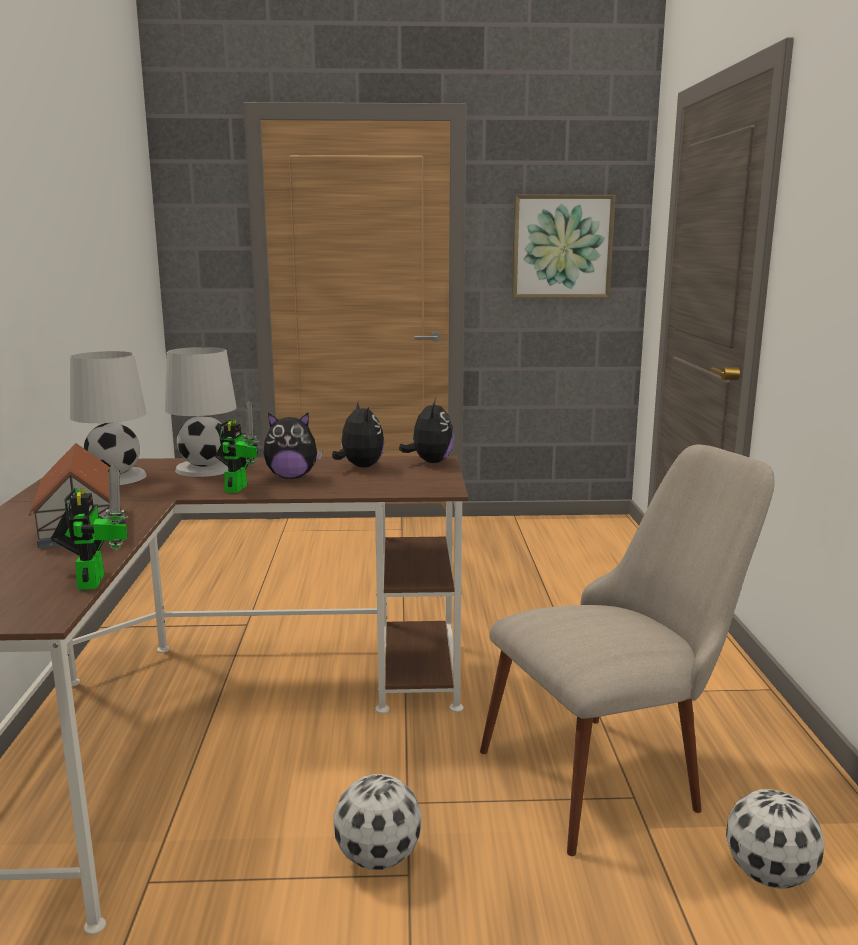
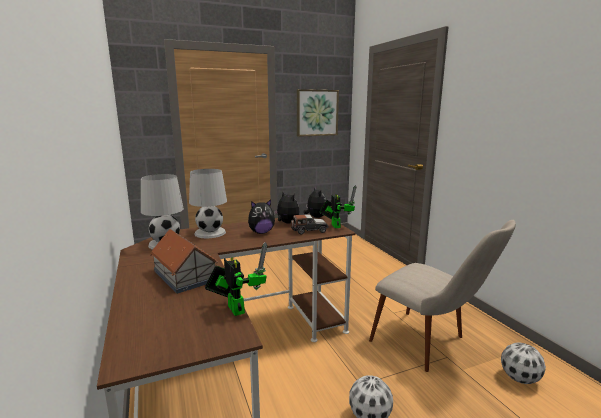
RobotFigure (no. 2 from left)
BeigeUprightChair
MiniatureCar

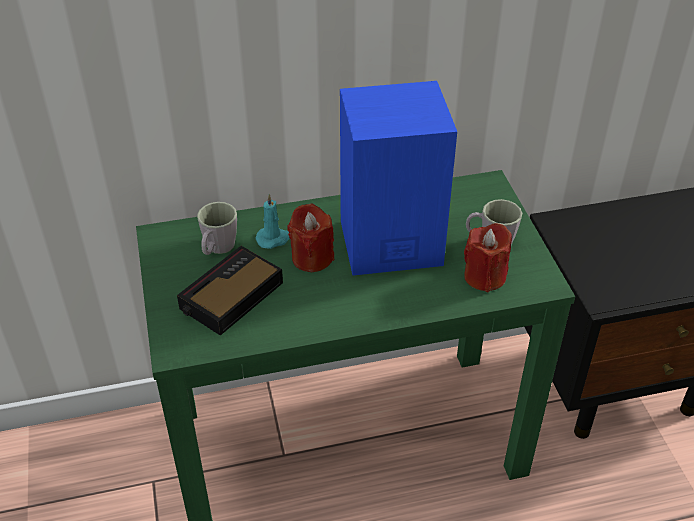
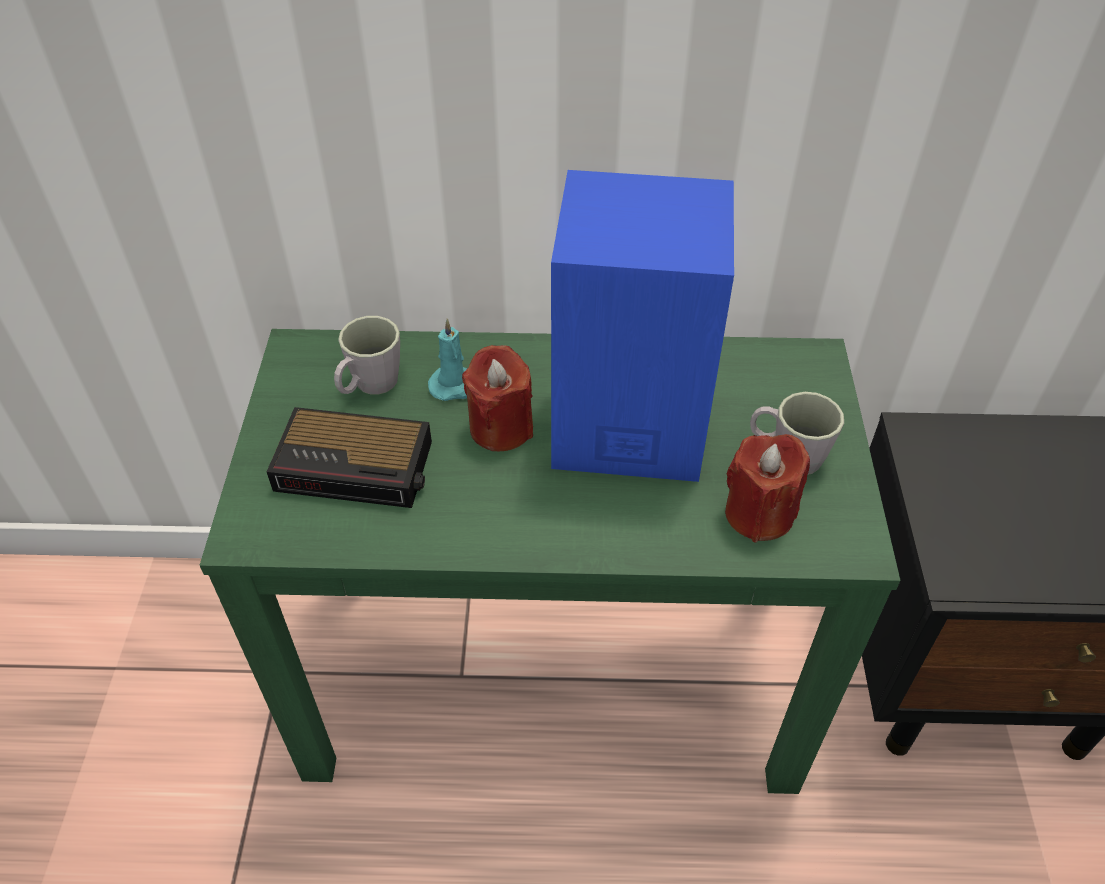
TableClock

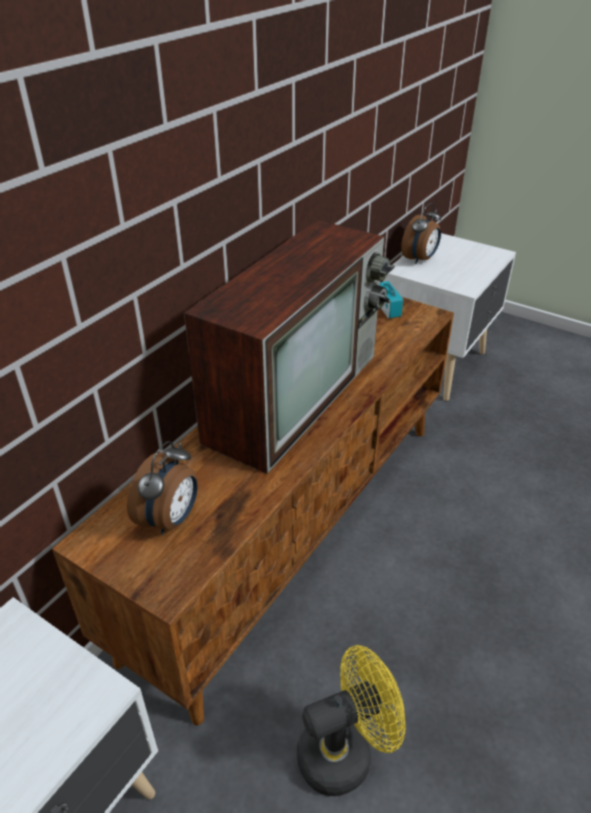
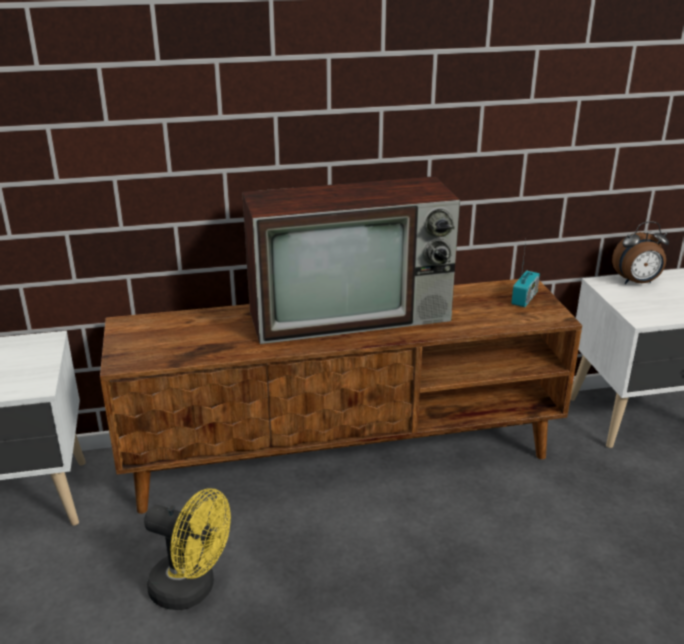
TableClock (no. 1 from left in the first image)

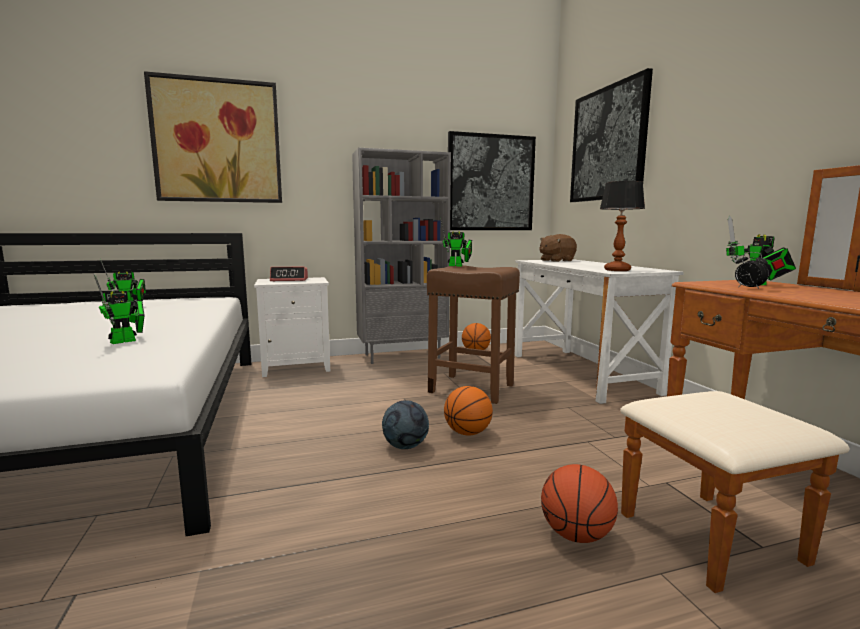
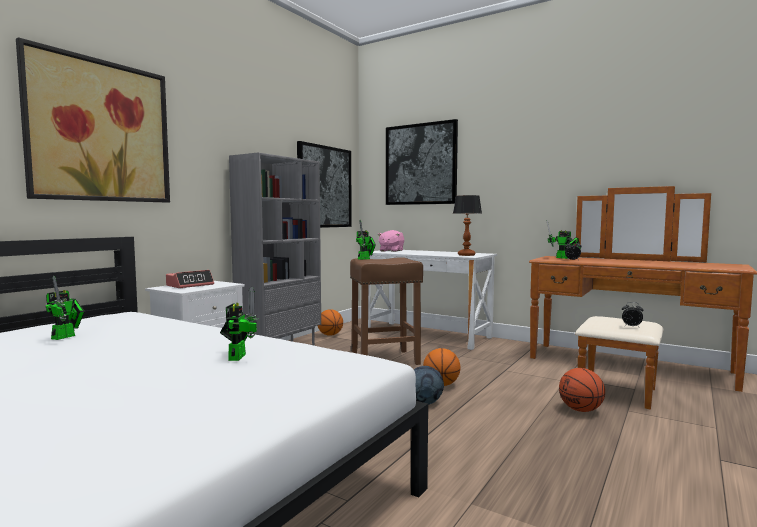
PinkSoftToy
TableClock (no. 3 from left)

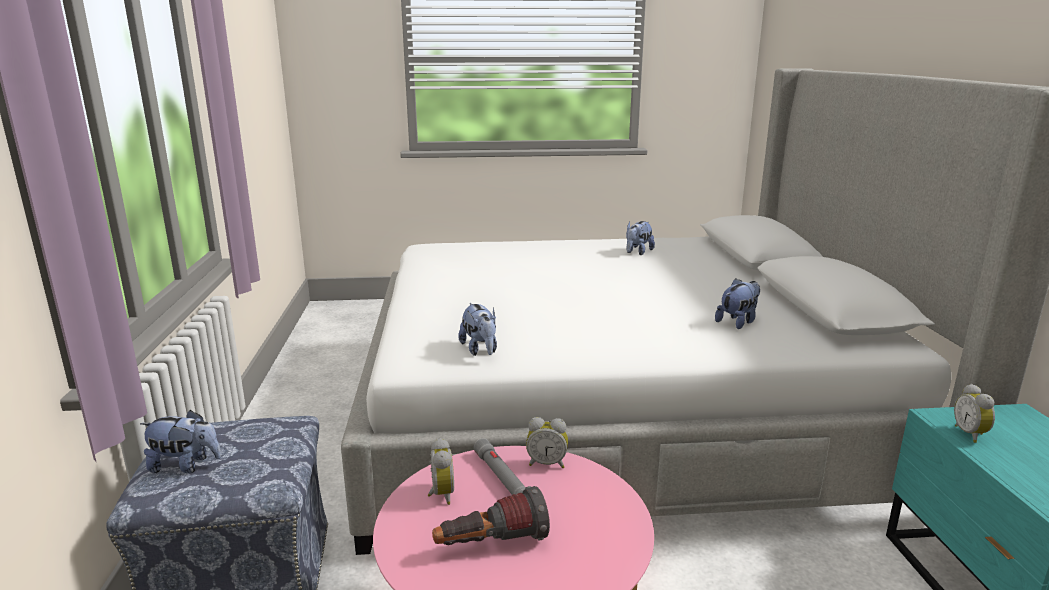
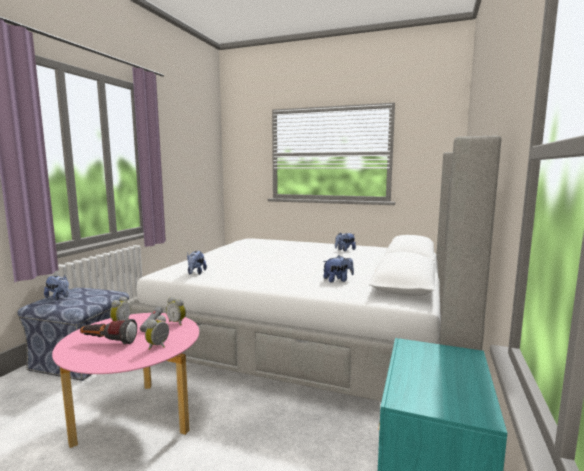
TableClock (no. 2 from left)

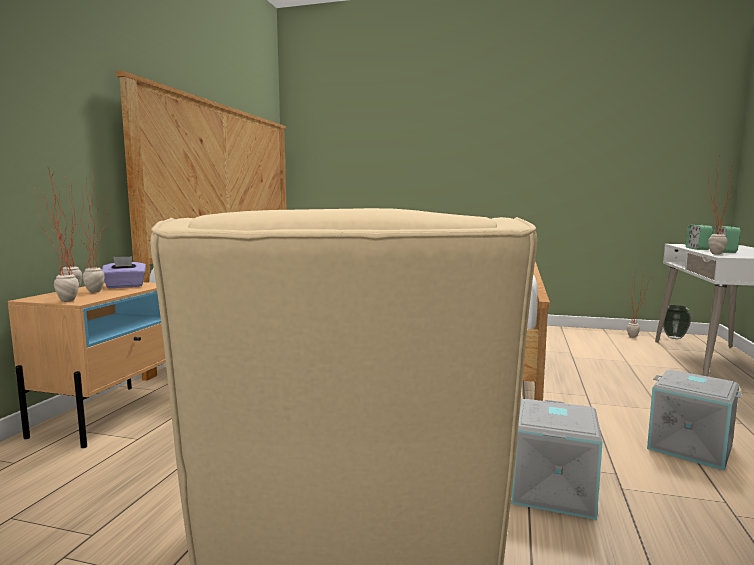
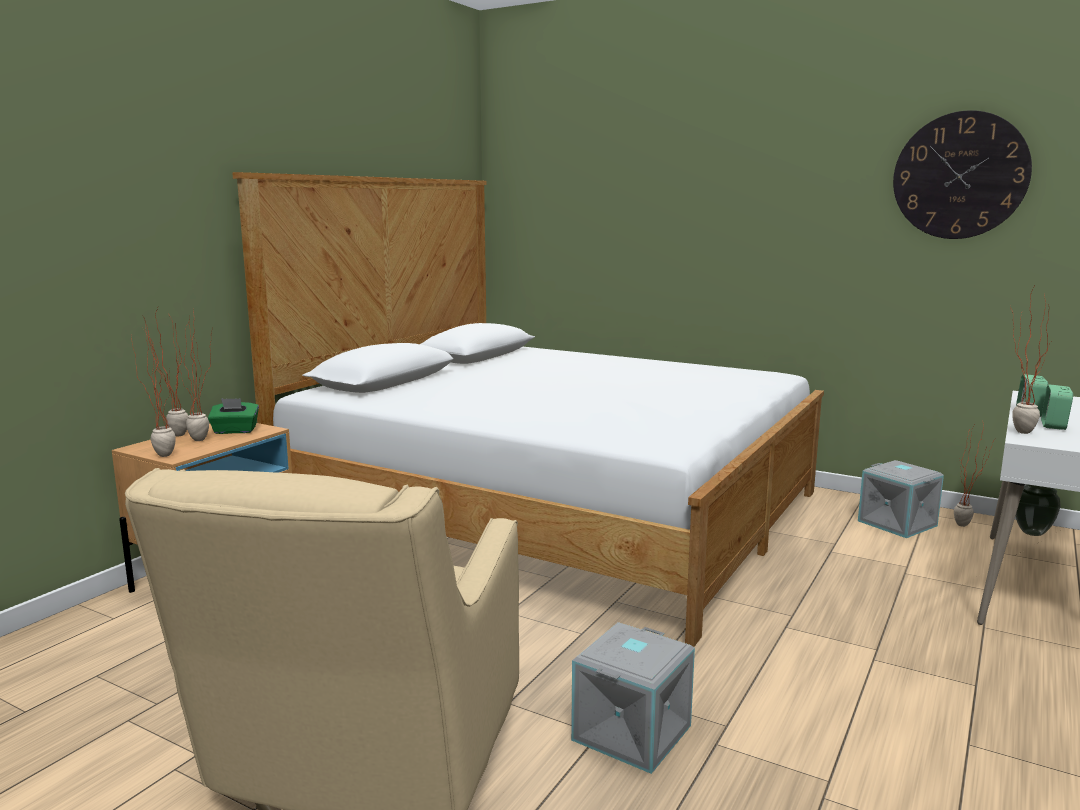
GreenishTissueBox
GrayStorageBin (no. 2 from left)
WallClock

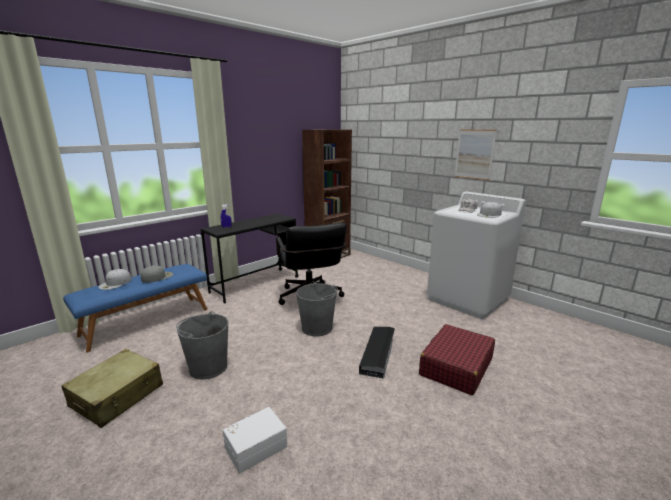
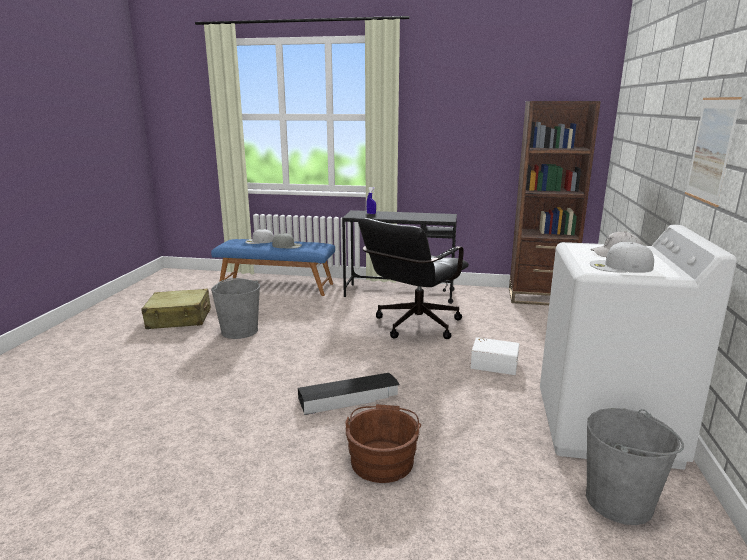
WhitishStorageBin
GrayWaterBucket (no. 2 from left)
BrownColouredWaterBucket

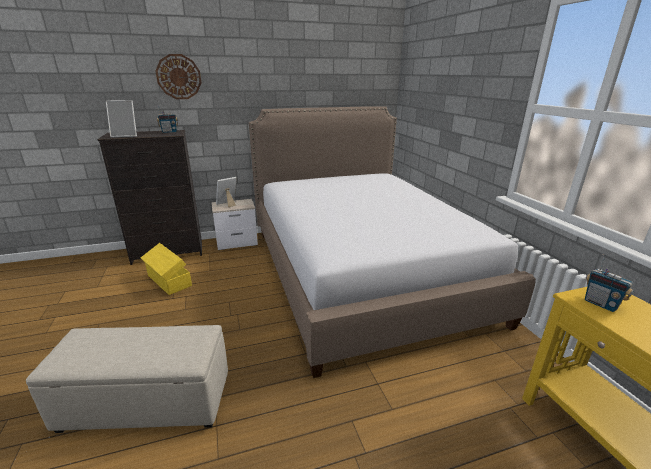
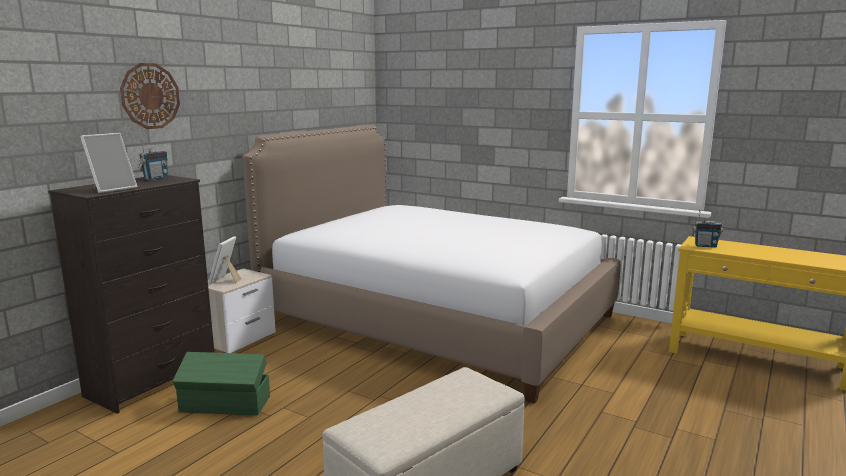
GreenishStorageBin

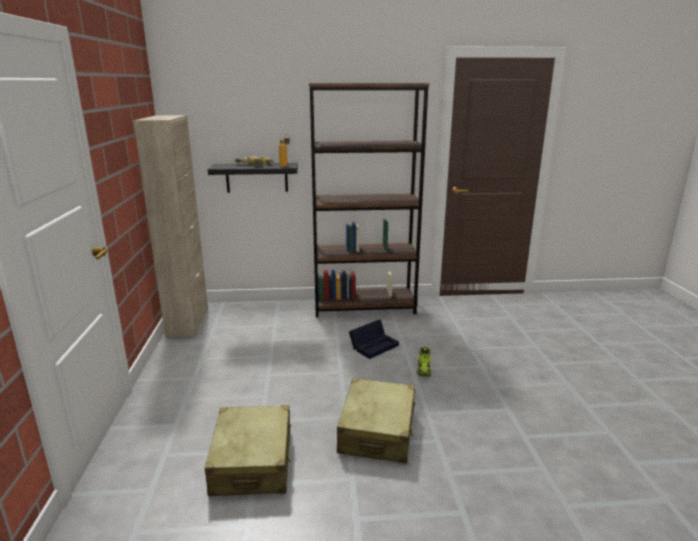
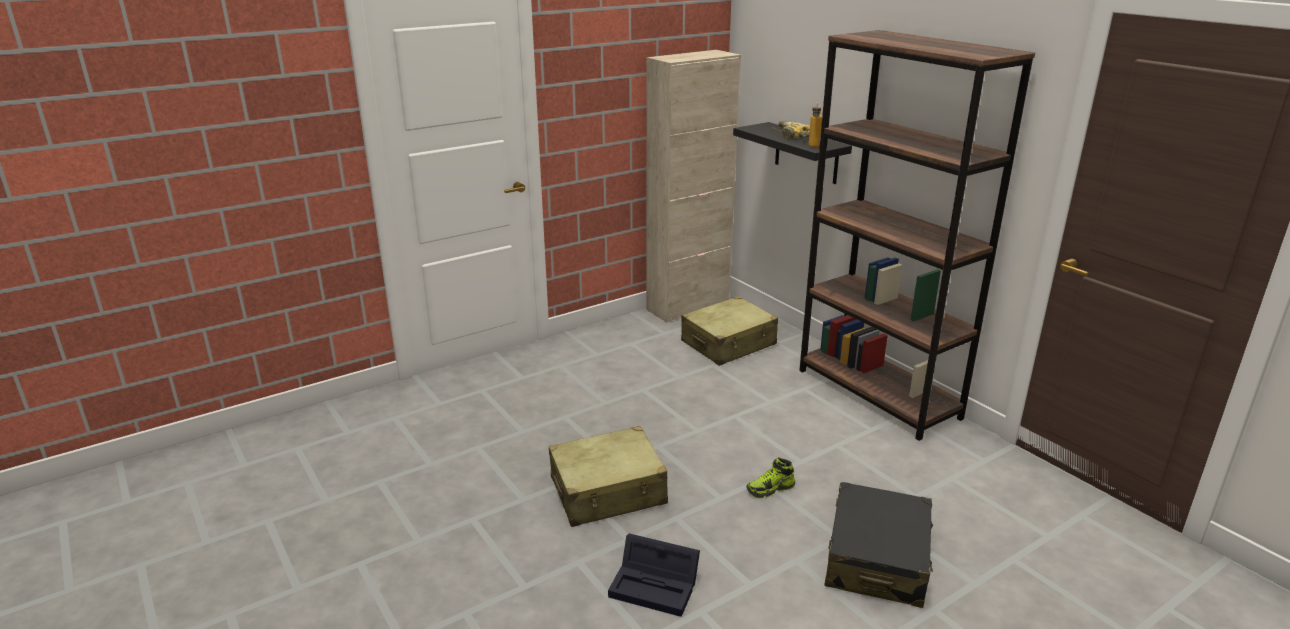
BeigeSuitcase (no. 2 from left)
BlackishStorageBin
BlackishSuitcase

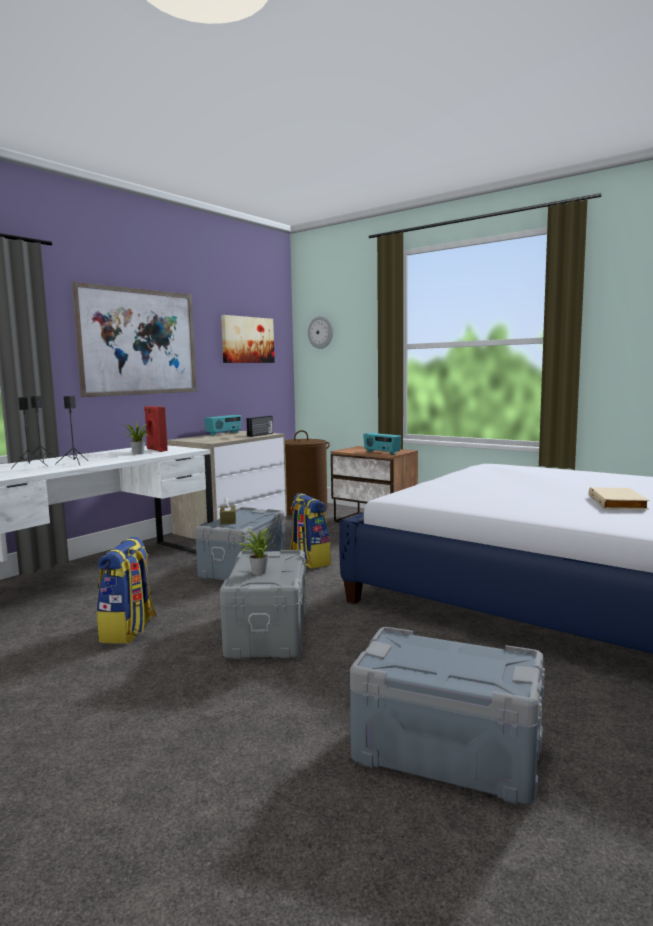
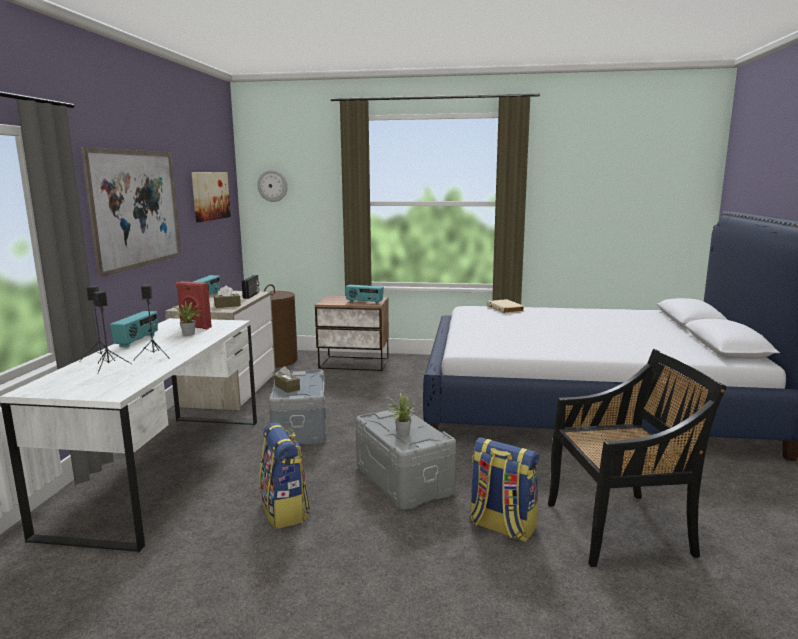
Rucksack (no. 2 from left)
BlackishUprightChair
BeigeBook
Radio (no. 1 from left)
BrownColouredTissueBox (no. 1 from left)

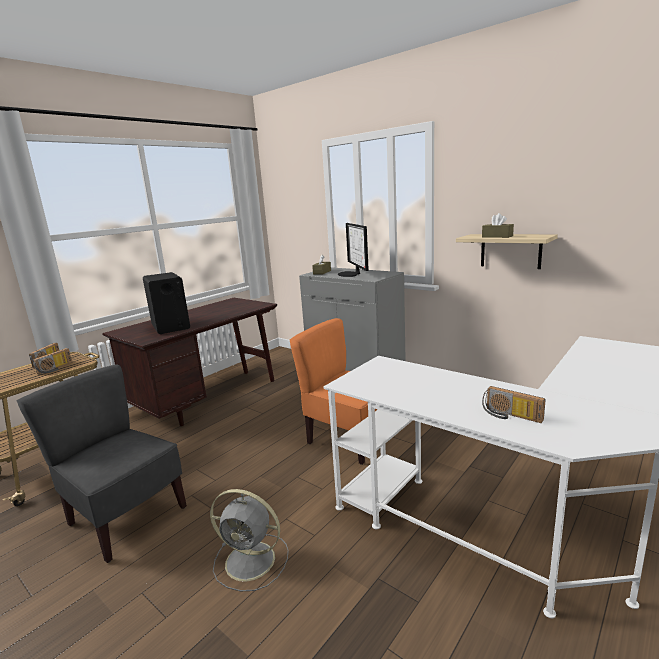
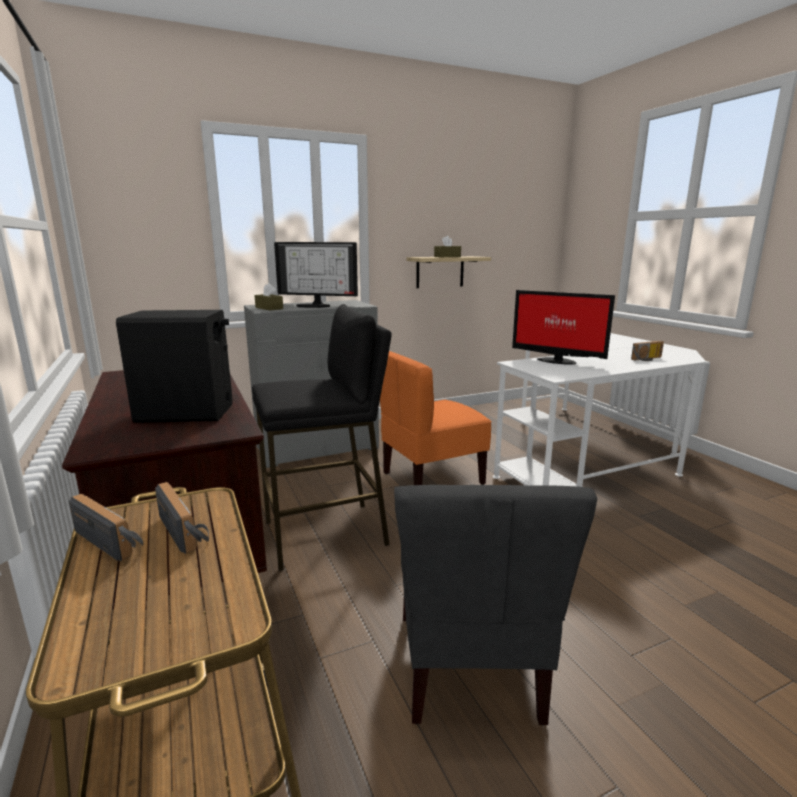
GrayUprightChair
GrayFan
BlackishStoolSeat
ComputerDisplay (no. 2 from left)

